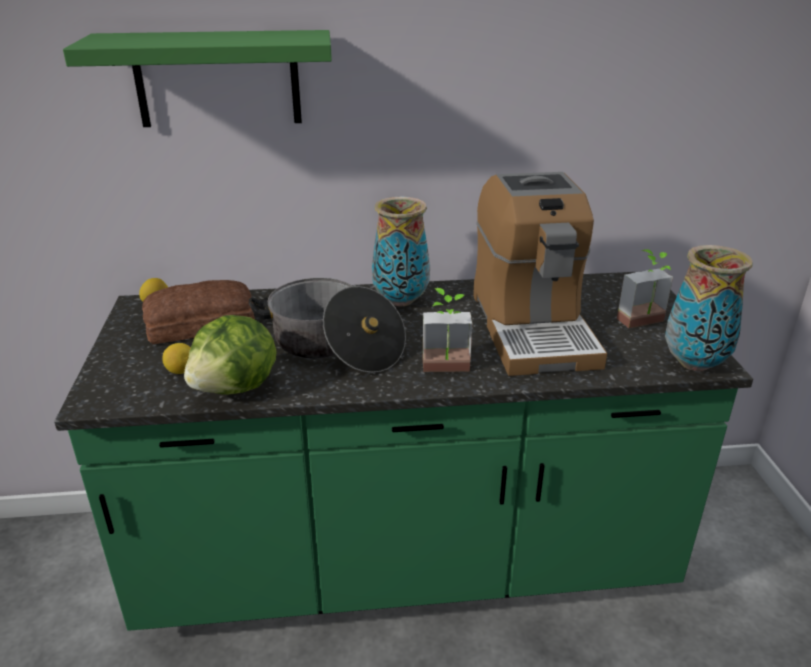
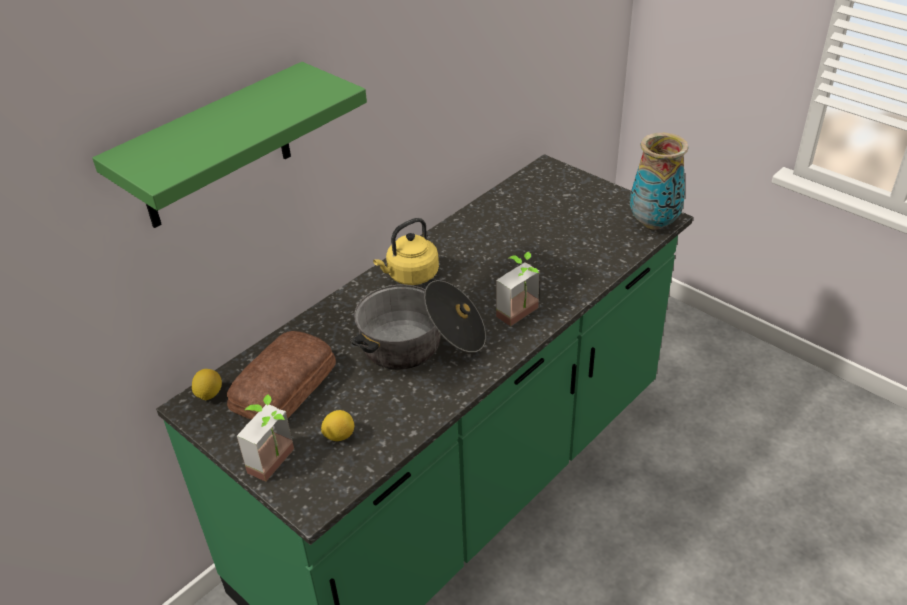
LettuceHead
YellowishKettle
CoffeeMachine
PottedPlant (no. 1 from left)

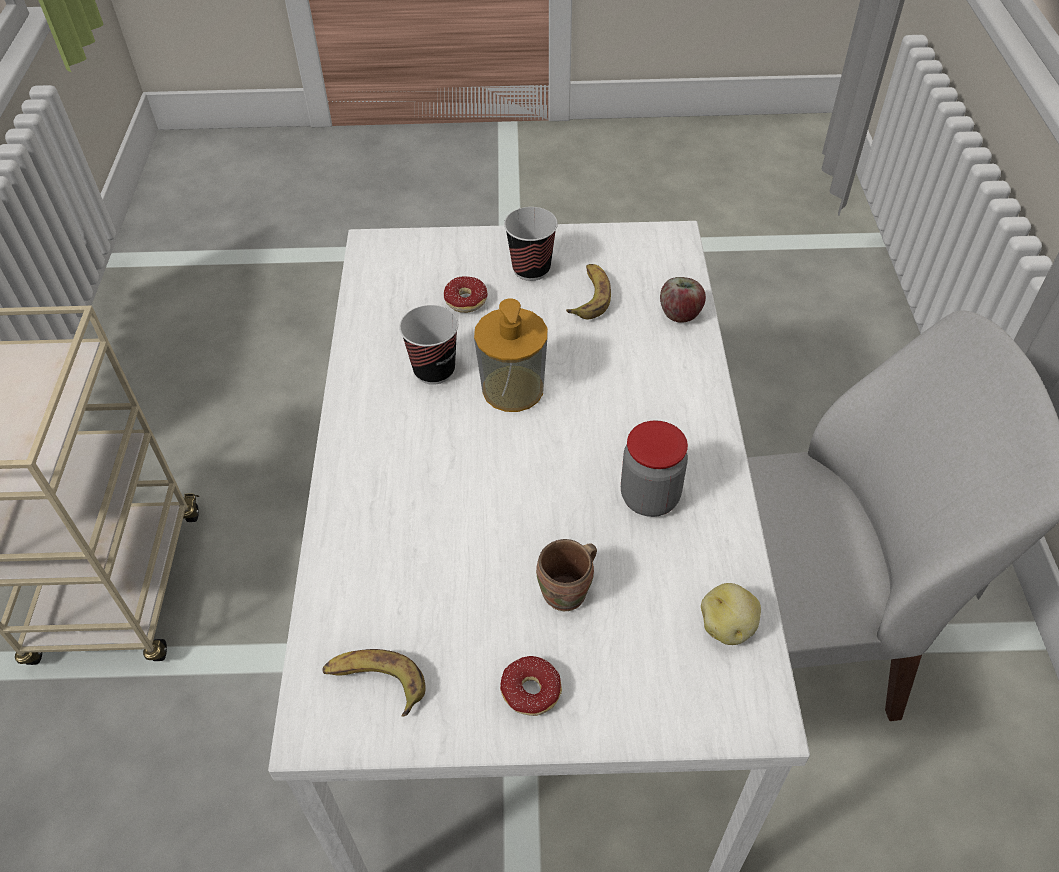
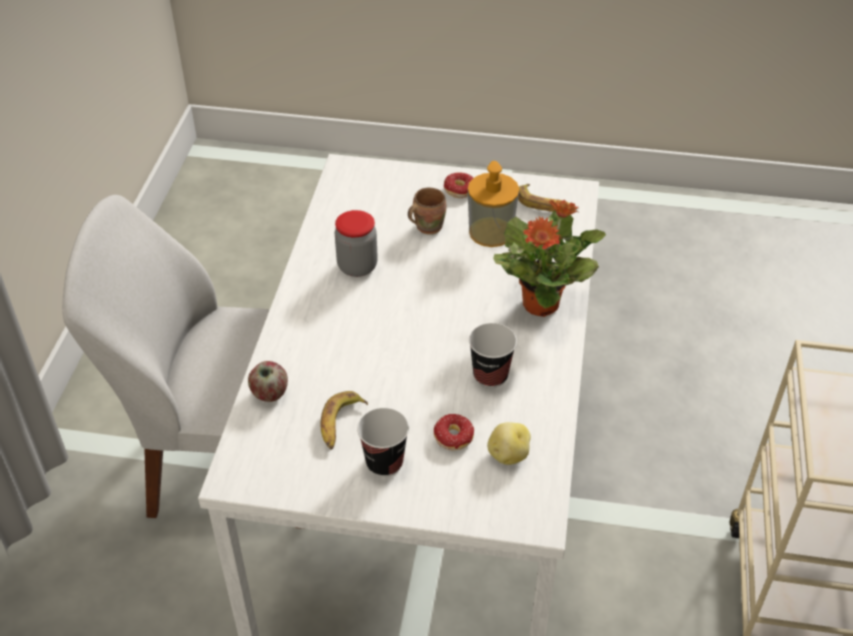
LiquidSoapBottle
Spud
PottedPlant

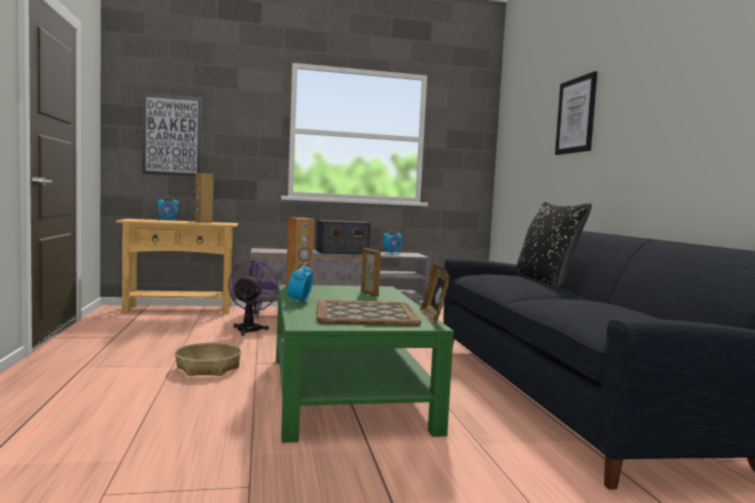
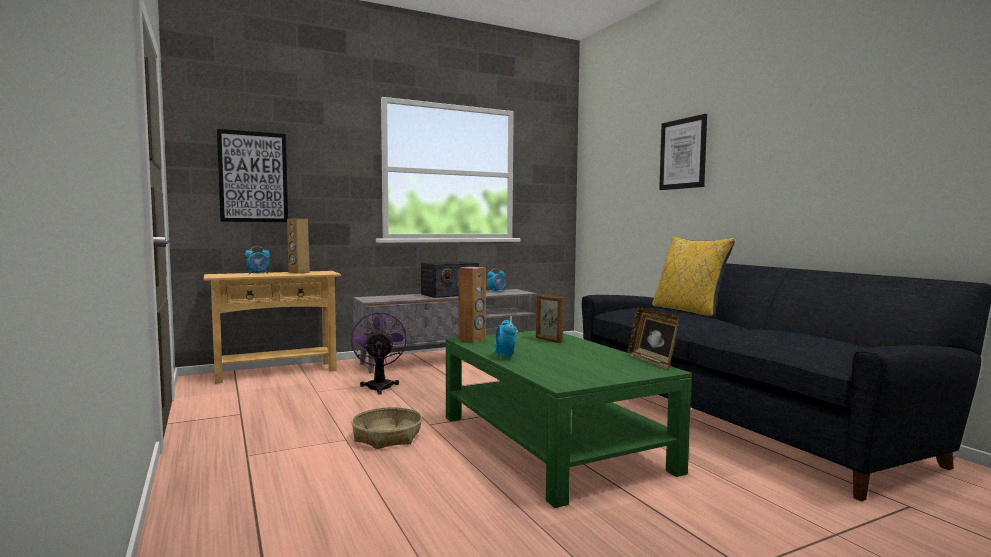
Tray
YellowishThrowPillow

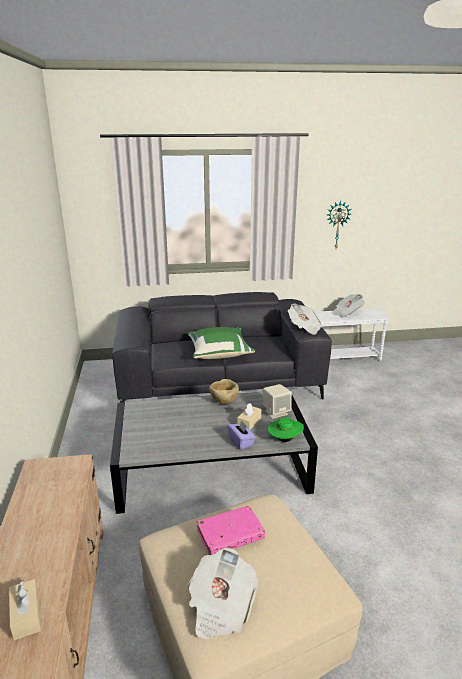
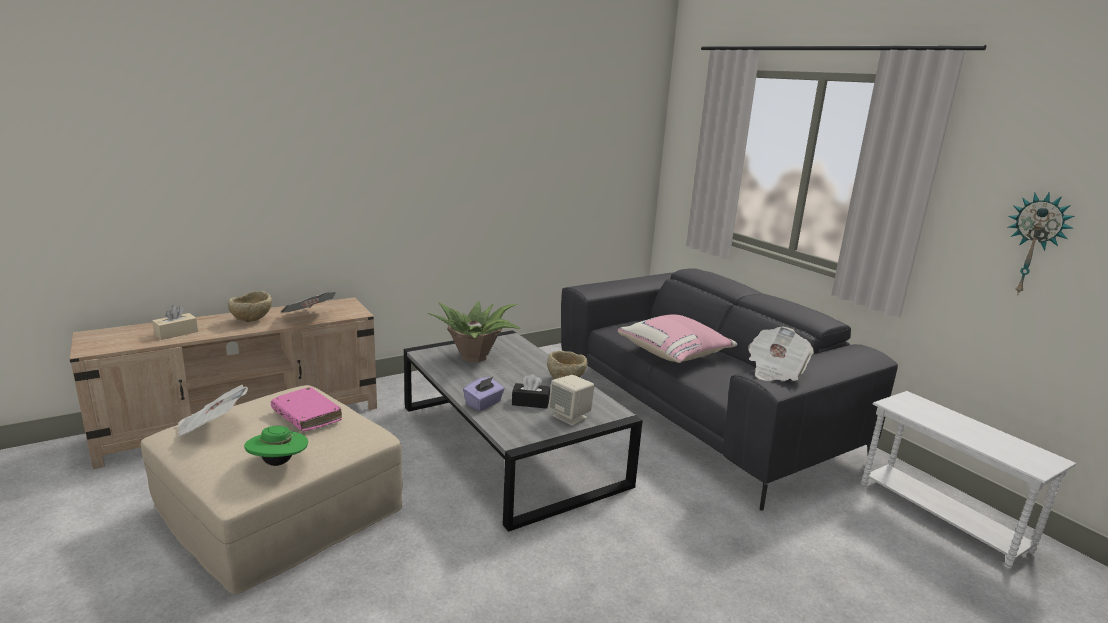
PinkThrowPillow
BlackishTissueBox
GreenishHat
Newspaper (no. 2 from left)
BeigeBowl (no. 1 from left)
PottedPlant

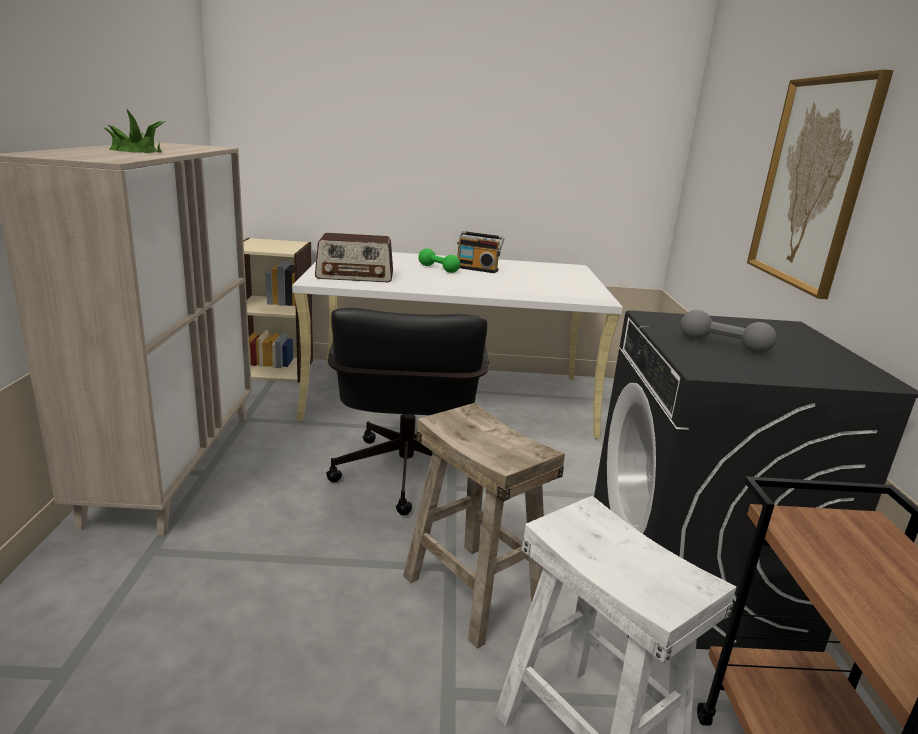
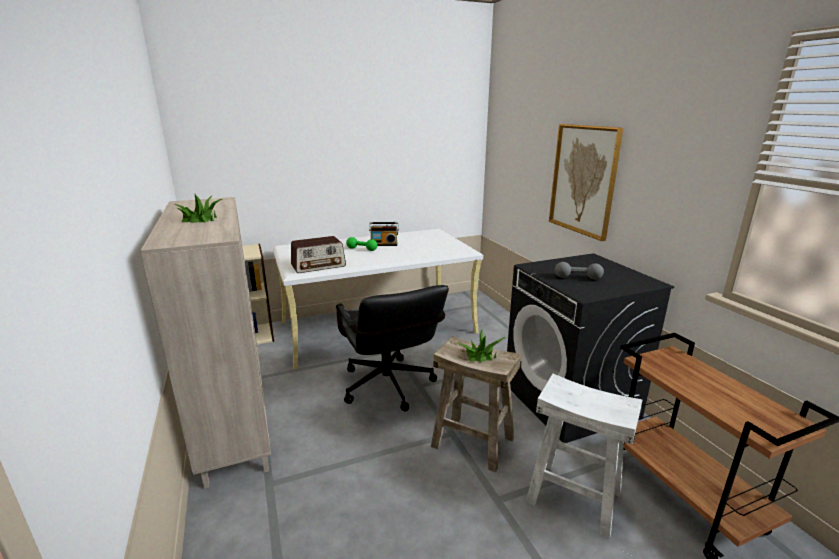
PottedPlant (no. 2 from left)

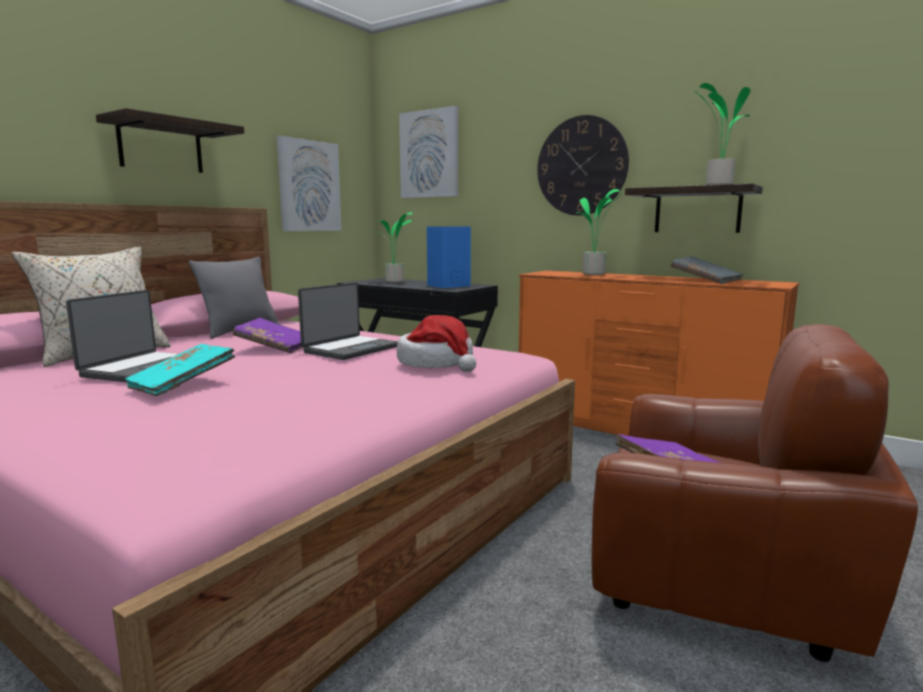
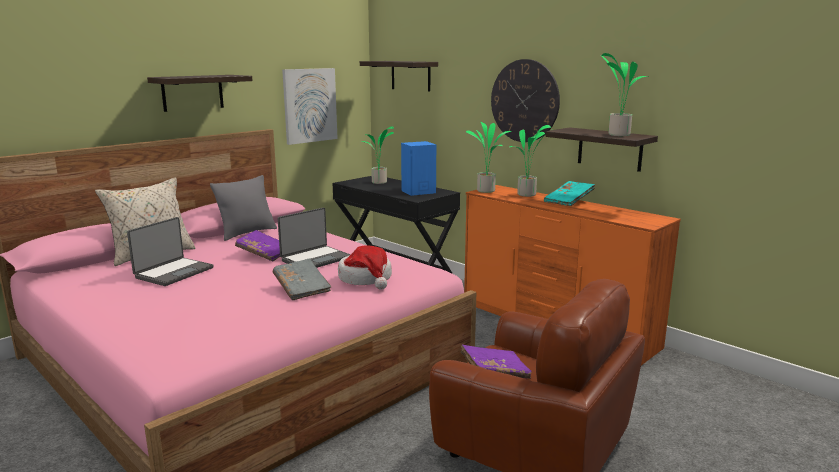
TurquoiseBook
WallShelf (no. 2 from left)
GrayBook
PottedPlant (no. 2 from left)

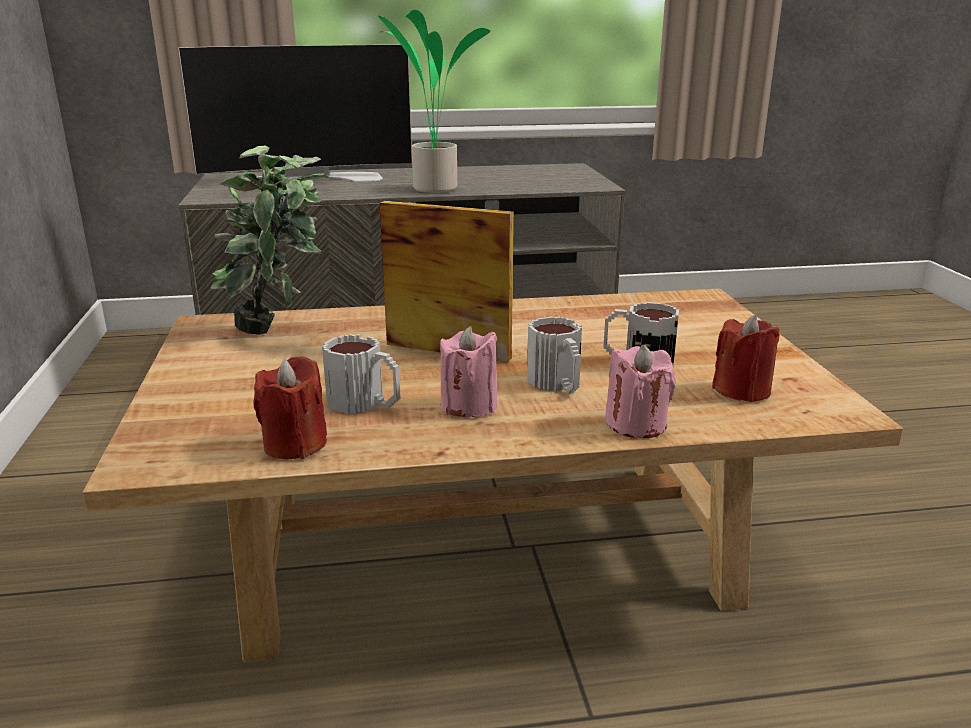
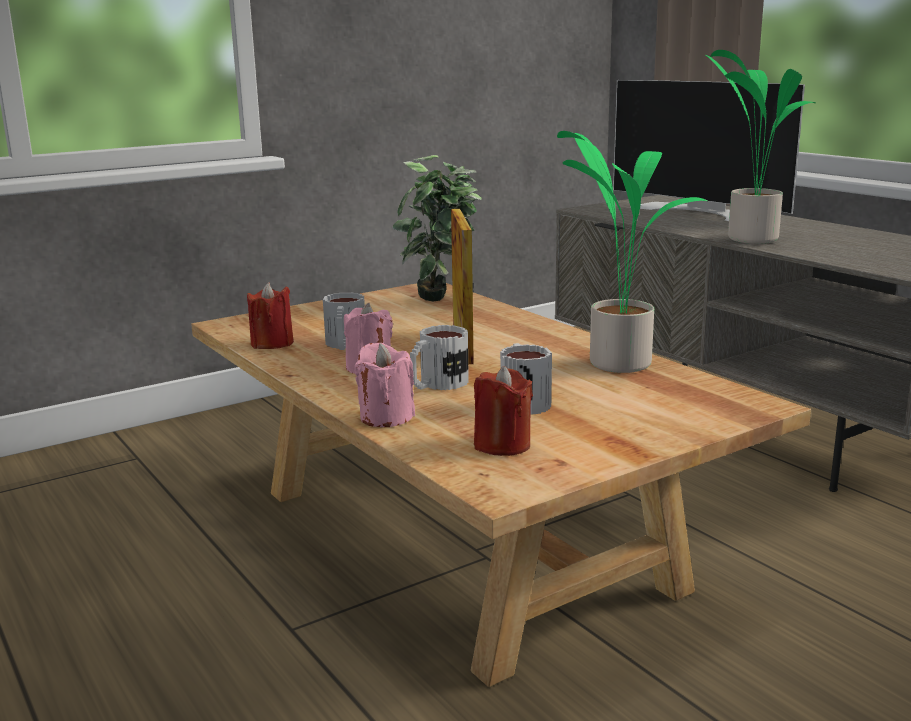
PottedPlant (no. 2 from left)

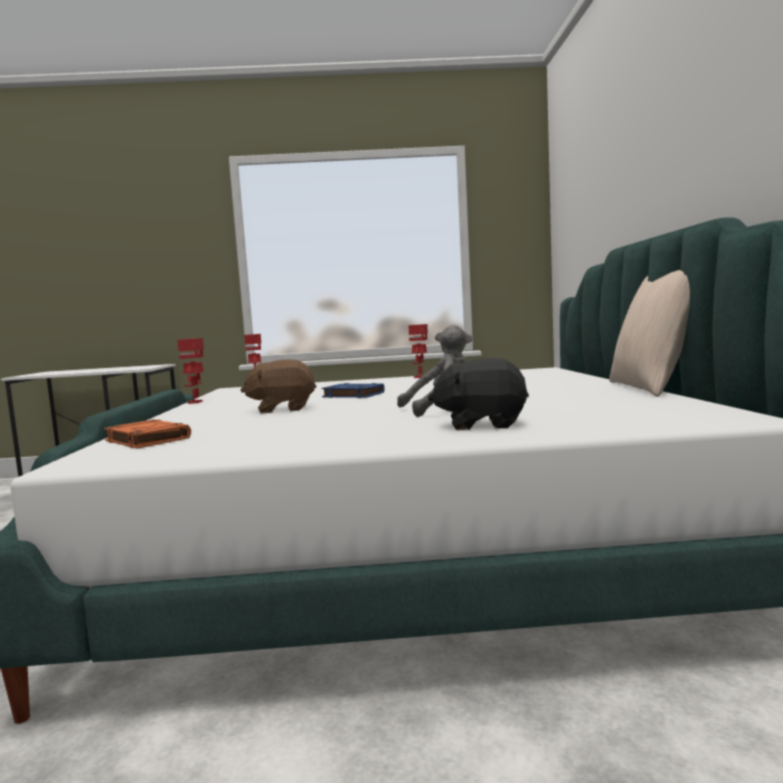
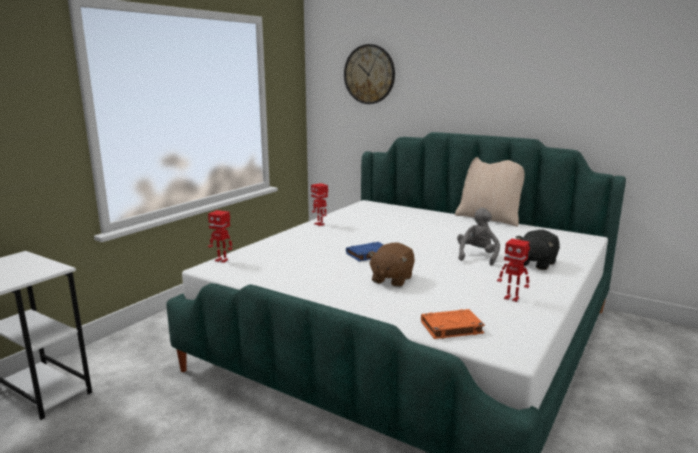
RobotFigure (no. 3 from left)
WallClock

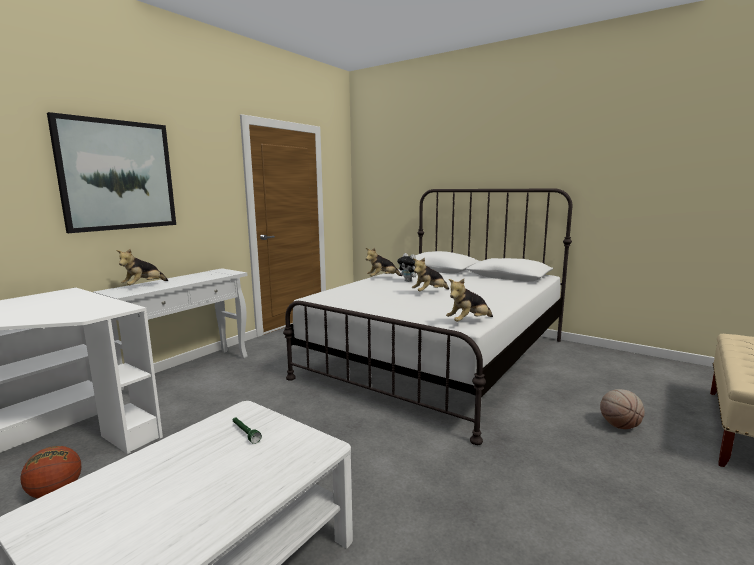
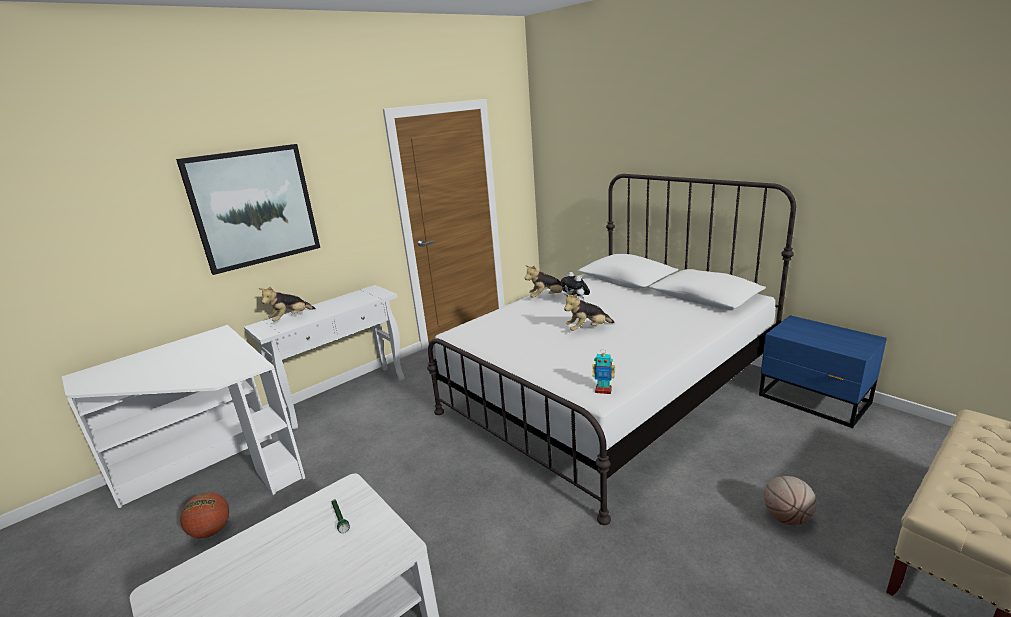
RobotFigure
BlueColouredNightTable

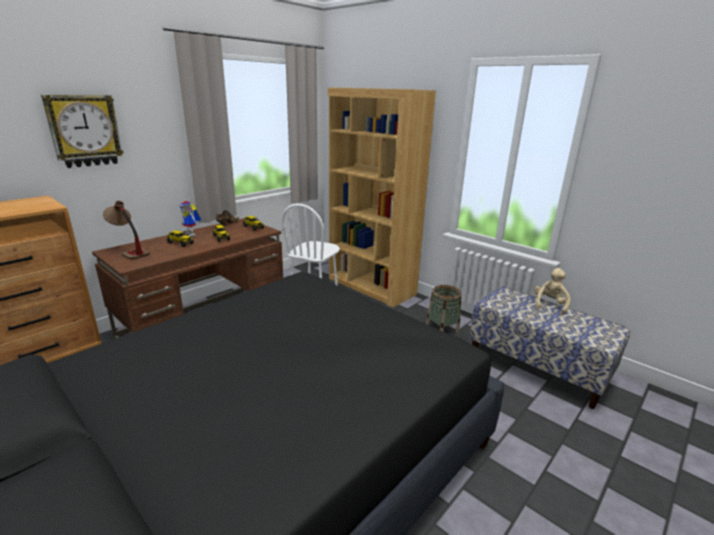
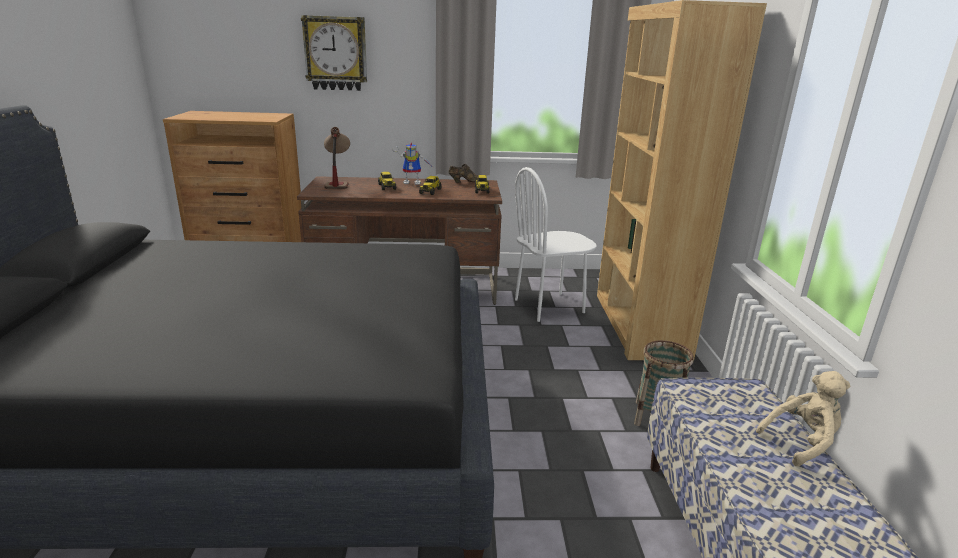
RobotFigure

